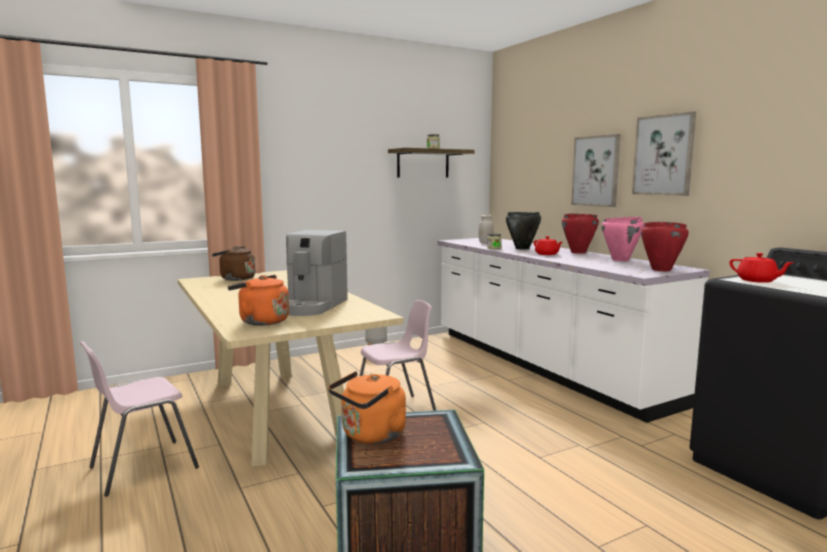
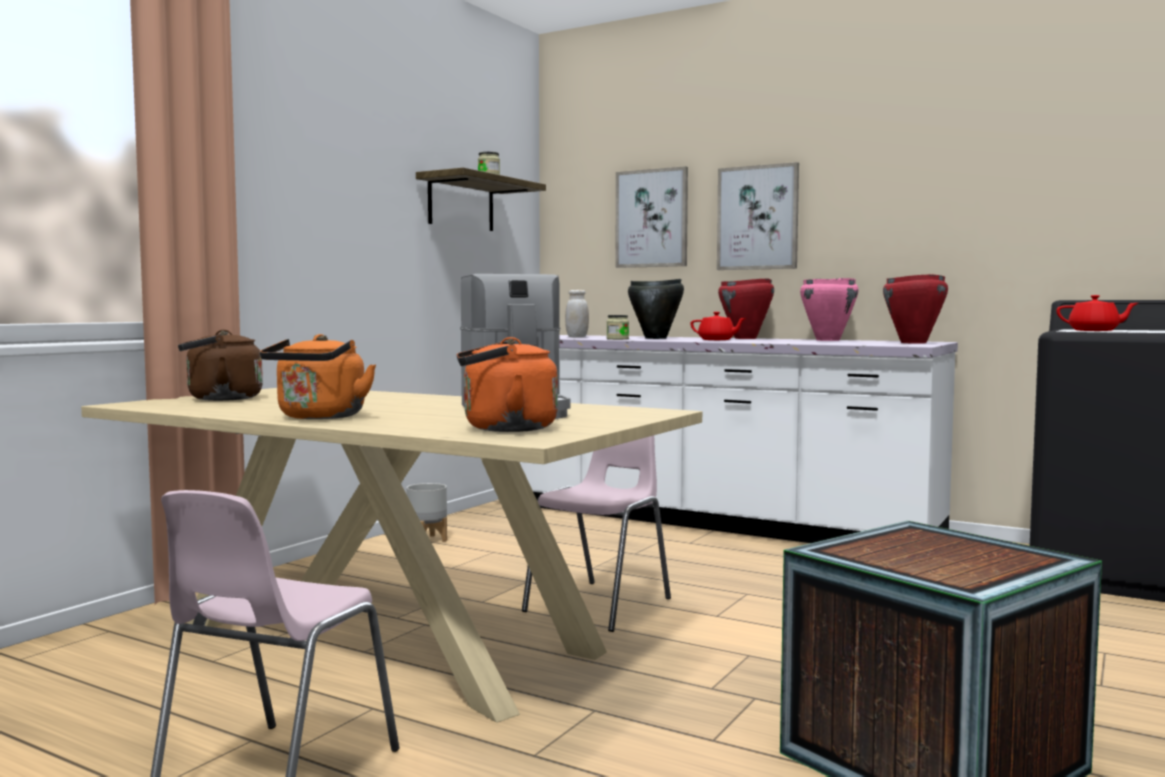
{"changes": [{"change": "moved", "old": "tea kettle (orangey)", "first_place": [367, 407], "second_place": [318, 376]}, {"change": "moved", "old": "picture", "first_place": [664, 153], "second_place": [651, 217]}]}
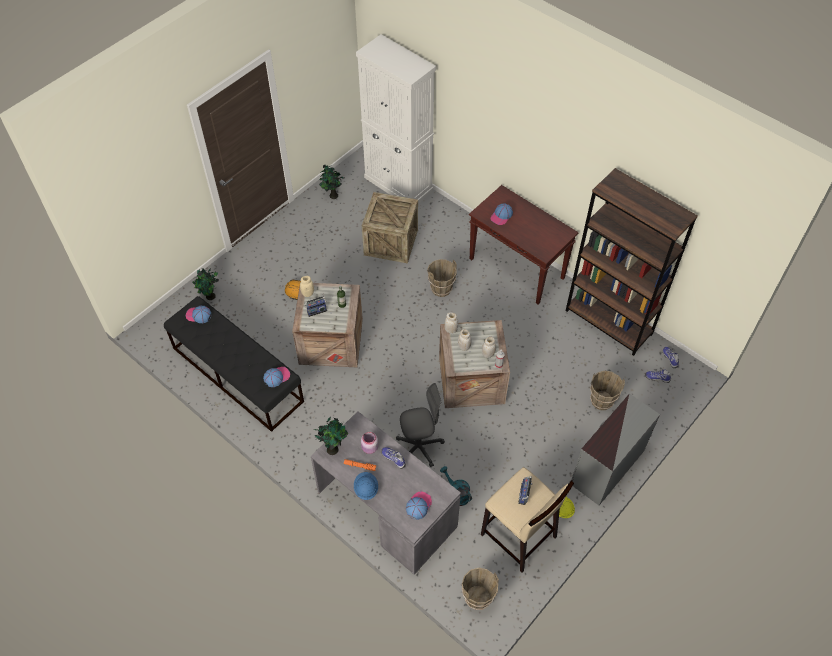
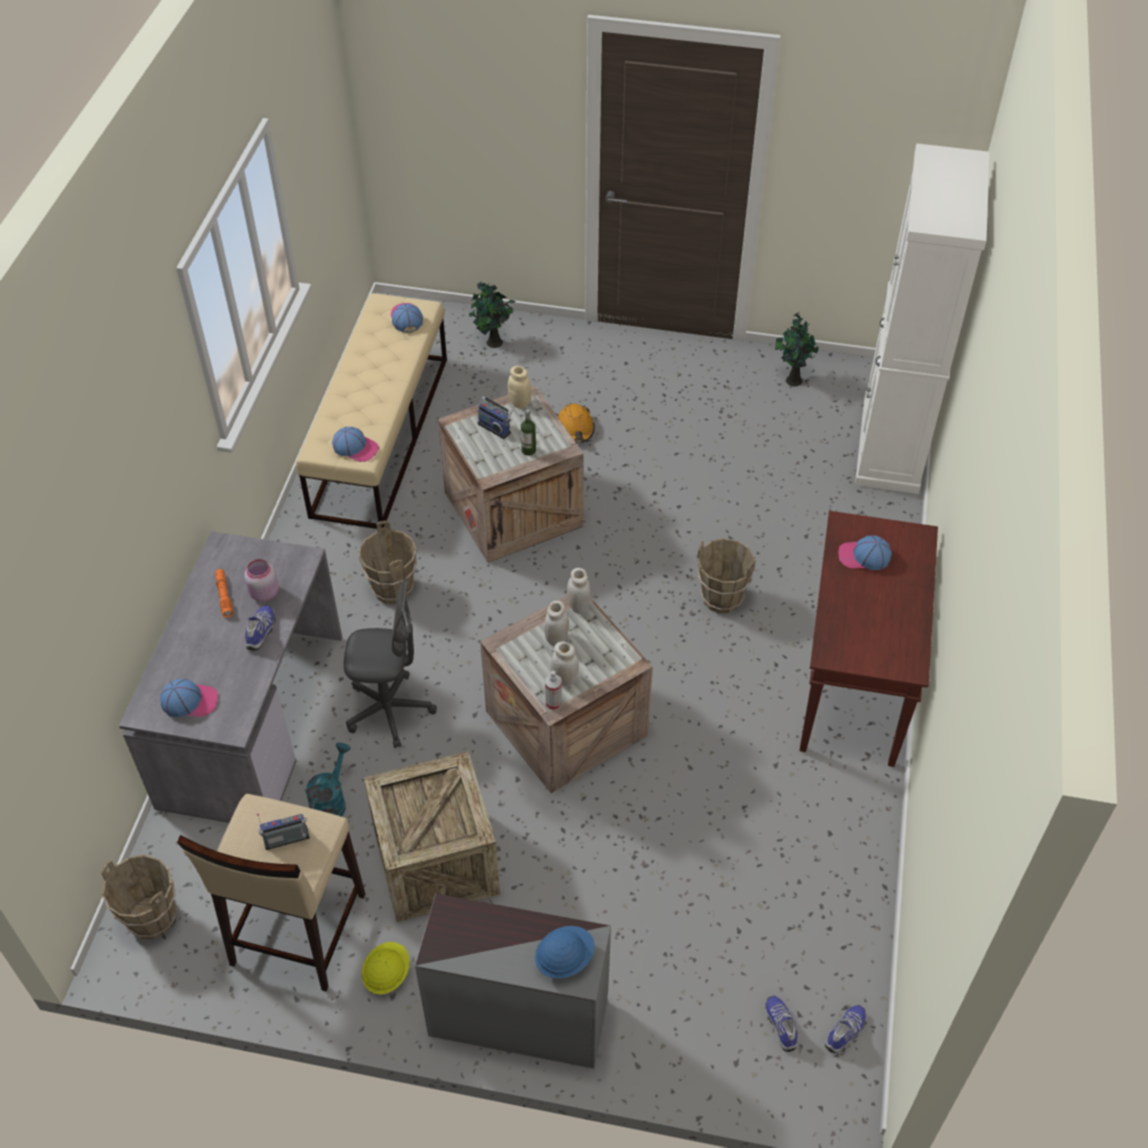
{"changes": [{"change": "removed", "old": "potted plant", "first_place": [331, 436]}, {"change": "removed", "old": "shelving unit (brown-coloured)", "first_place": [632, 262]}, {"change": "moved", "old": "safety helmet (bluish)", "first_place": [366, 486], "second_place": [565, 952]}, {"change": "moved", "old": "shipping crate", "first_place": [390, 228], "second_place": [432, 836]}, {"change": "moved", "old": "pail (brown-coloured)", "first_place": [607, 390], "second_place": [388, 562]}, {"change": "recoloured", "old": "indoor bench (blackish)", "new": "indoor bench (beige-coloured)", "first_place": [234, 364], "second_place": [371, 411]}, {"change": "turned", "old": "desk chair (greyish)", "first_place": [420, 425], "second_place": [390, 663], "degrees": -45}]}
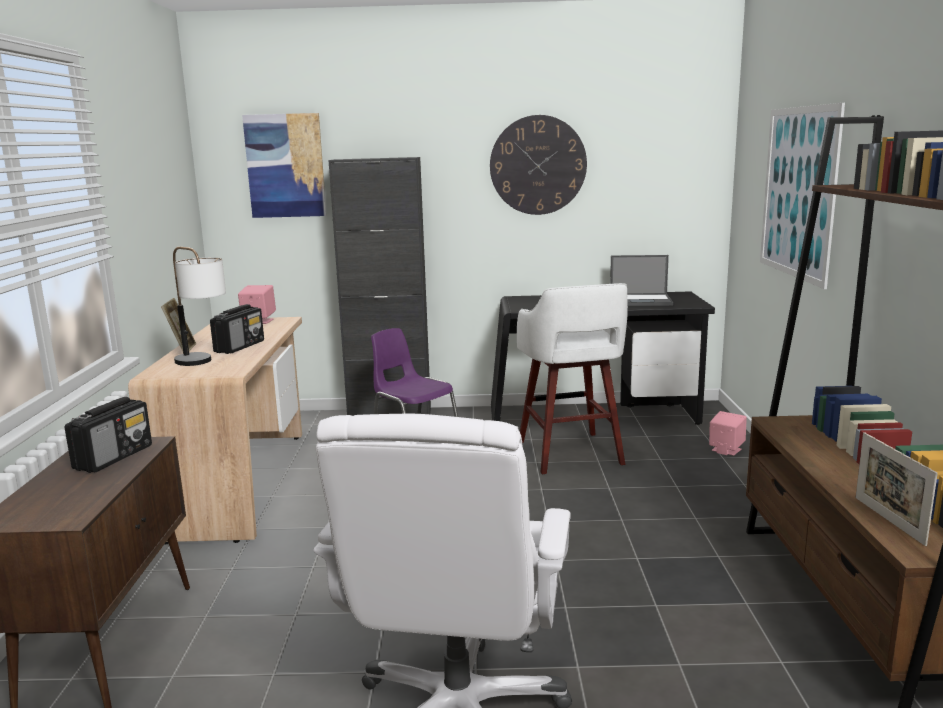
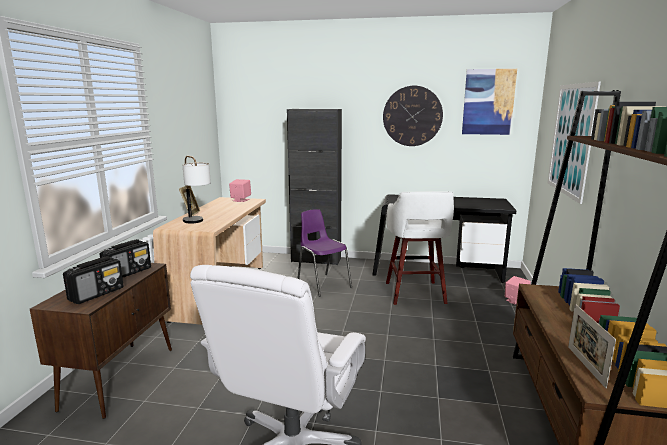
{"changes": [{"change": "removed", "old": "laptop", "first_place": [641, 280]}, {"change": "moved", "old": "radio set", "first_place": [237, 329], "second_place": [93, 280]}, {"change": "moved", "old": "picture", "first_place": [284, 165], "second_place": [489, 102]}]}
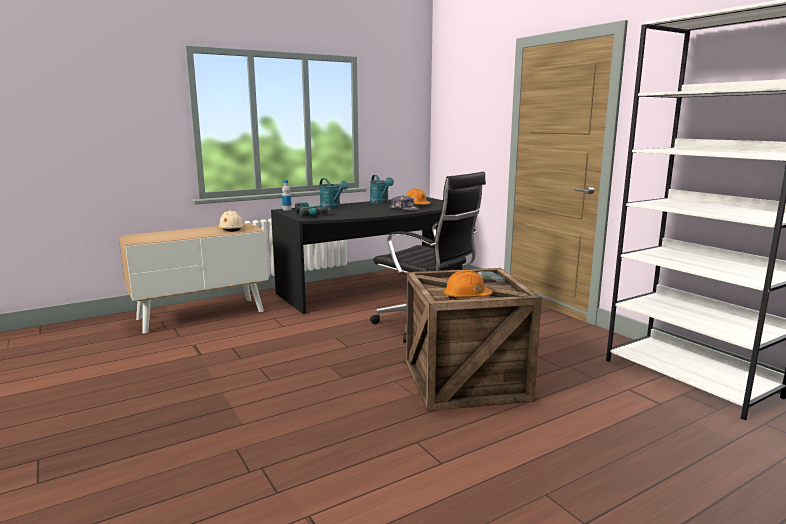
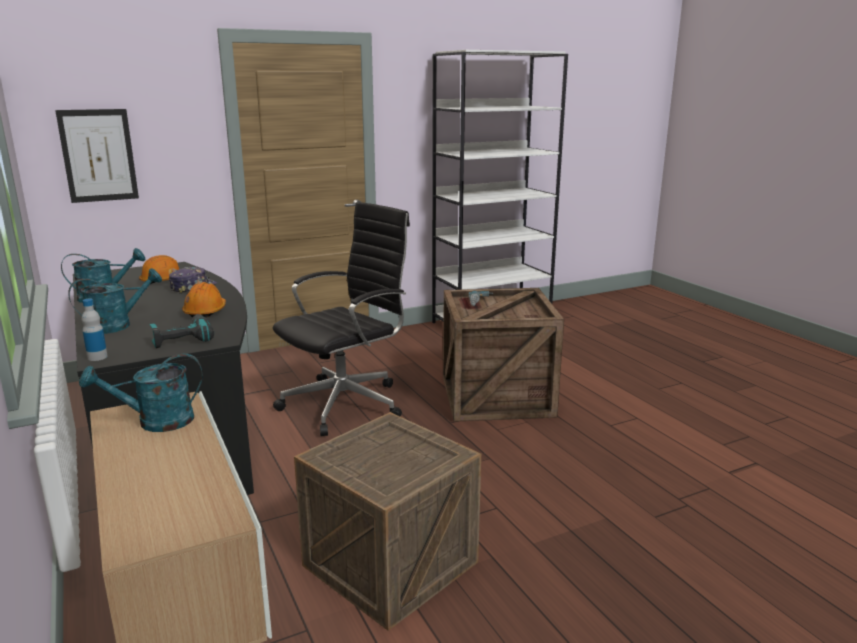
{"changes": [{"change": "added", "new": "picture", "second_place": [97, 156]}, {"change": "added", "new": "shipping crate", "second_place": [387, 521]}, {"change": "moved", "old": "safety helmet (orangey)", "first_place": [468, 284], "second_place": [204, 300]}, {"change": "replaced", "old": "safety helmet (beige-coloured)", "new": "sprinkling can (turquoise)", "first_place": [231, 221], "second_place": [140, 393]}]}
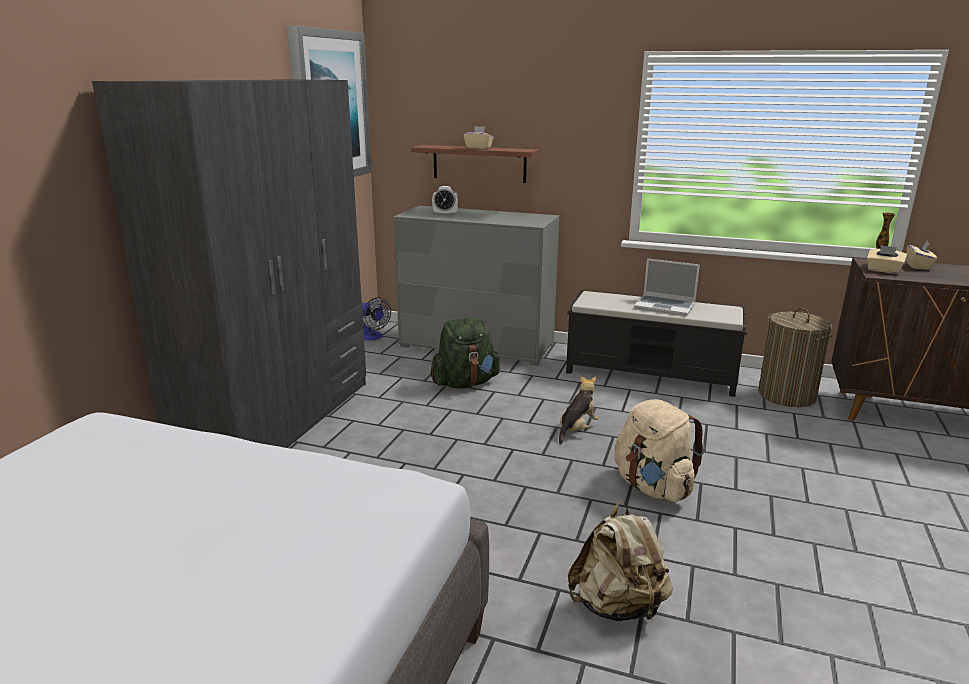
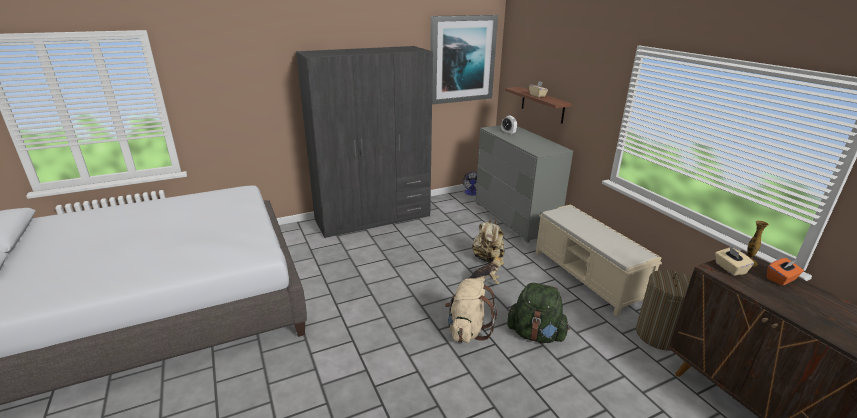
{"changes": [{"change": "removed", "old": "laptop", "first_place": [667, 287]}, {"change": "moved", "old": "knapsack (green-coloured)", "first_place": [465, 353], "second_place": [538, 313]}, {"change": "moved", "old": "knapsack (beige-coloured)", "first_place": [620, 561], "second_place": [488, 241]}, {"change": "recoloured", "old": "indoor bench (blackish)", "new": "indoor bench (beige-coloured)", "first_place": [656, 343], "second_place": [599, 261]}, {"change": "recoloured", "old": "tissue holder (beige-coloured)", "new": "tissue holder (orangey)", "first_place": [921, 255], "second_place": [785, 272]}]}
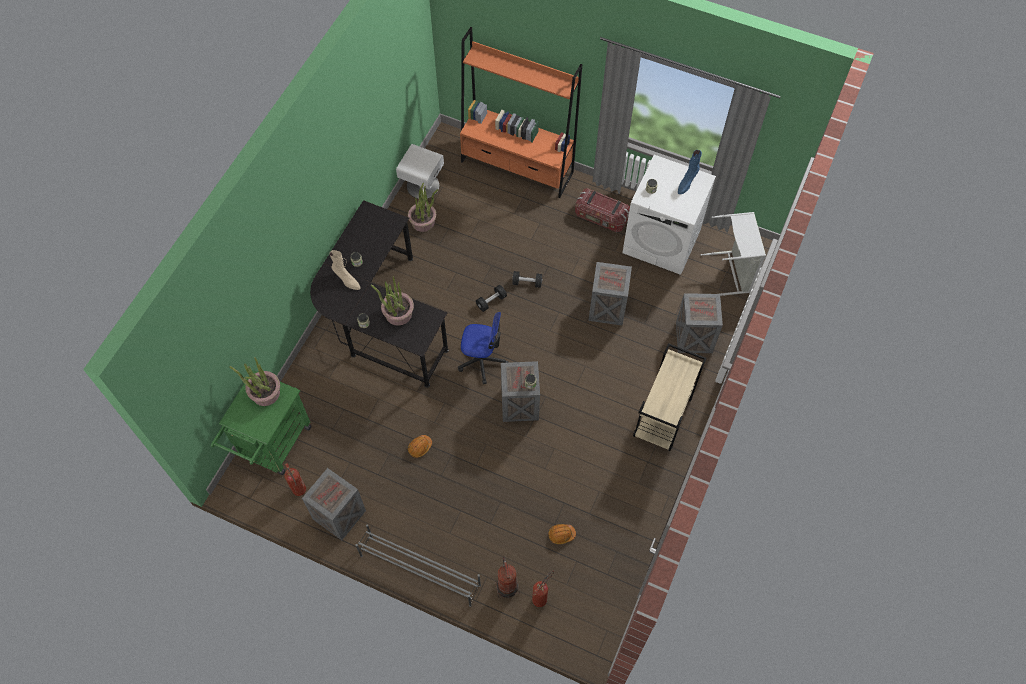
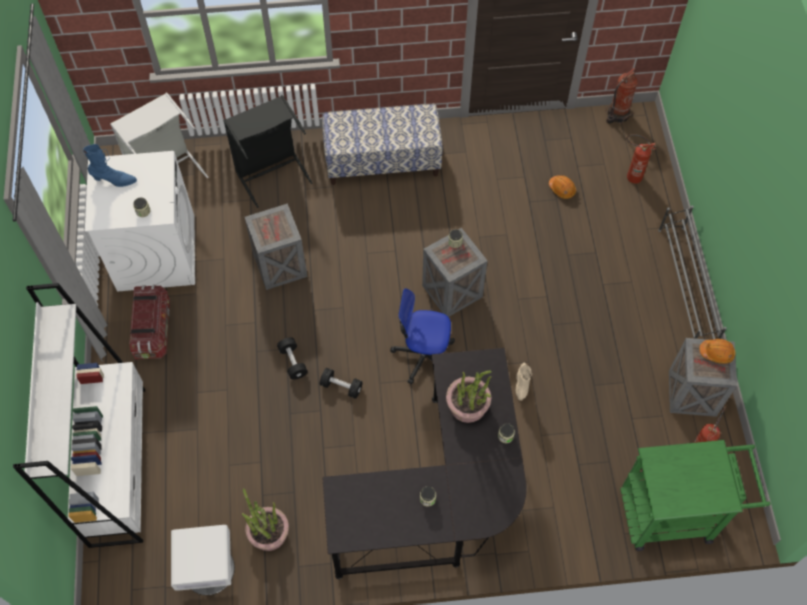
{"changes": [{"change": "removed", "old": "potted plant", "first_place": [254, 381]}, {"change": "moved", "old": "tall boot (beige-coloured)", "first_place": [345, 270], "second_place": [524, 382]}, {"change": "moved", "old": "safety helmet (orangey)", "first_place": [420, 446], "second_place": [717, 351]}, {"change": "moved", "old": "fire extinguisher", "first_place": [507, 577], "second_place": [622, 96]}, {"change": "replaced", "old": "wheeled cart (beige-coloured)", "new": "indoor bench", "first_place": [670, 397], "second_place": [382, 144]}, {"change": "replaced", "old": "shipping crate", "new": "hamper (blackish)", "first_place": [699, 323], "second_place": [268, 151]}, {"change": "recoloured", "old": "shelving unit (orangey)", "new": "shelving unit (white-coloured)", "first_place": [521, 112], "second_place": [79, 415]}, {"change": "turned", "old": "desk chair", "first_place": [483, 348], "second_place": [422, 336], "degrees": -60}]}
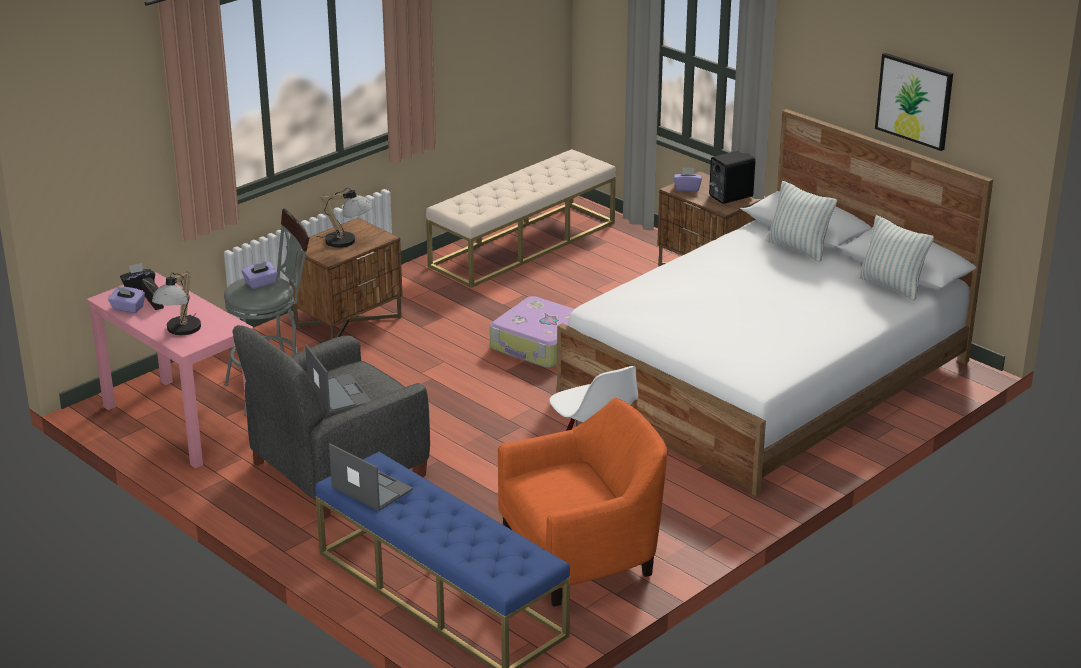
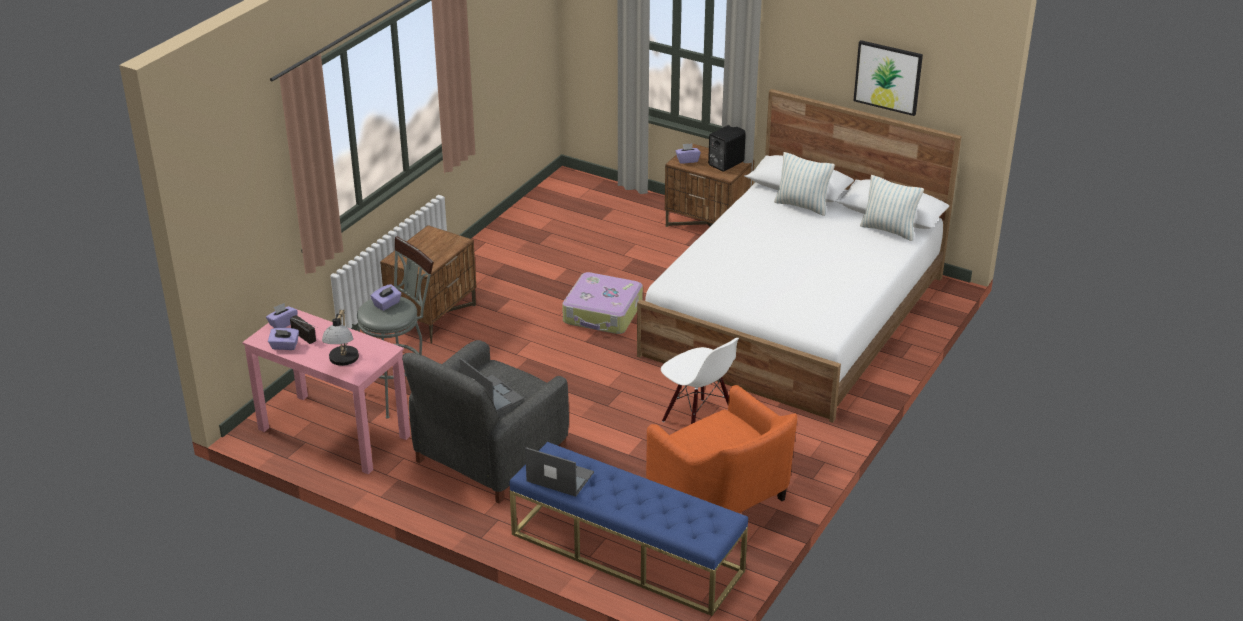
{"changes": [{"change": "removed", "old": "tabletop lamp", "first_place": [345, 218]}, {"change": "removed", "old": "indoor bench (beige-coloured)", "first_place": [521, 218]}, {"change": "recoloured", "old": "tissue holder (blackish)", "new": "tissue holder (purplish)", "first_place": [137, 276], "second_place": [282, 315]}, {"change": "turned", "old": "armchair (orangey)", "first_place": [582, 502], "second_place": [721, 449], "degrees": 90}]}
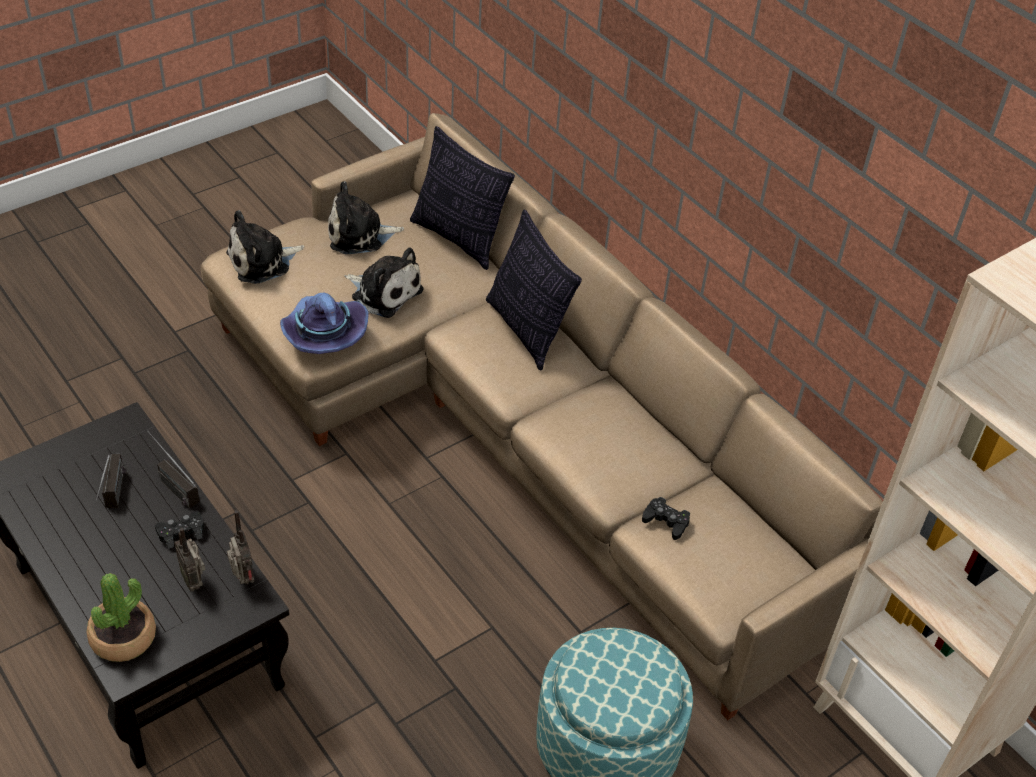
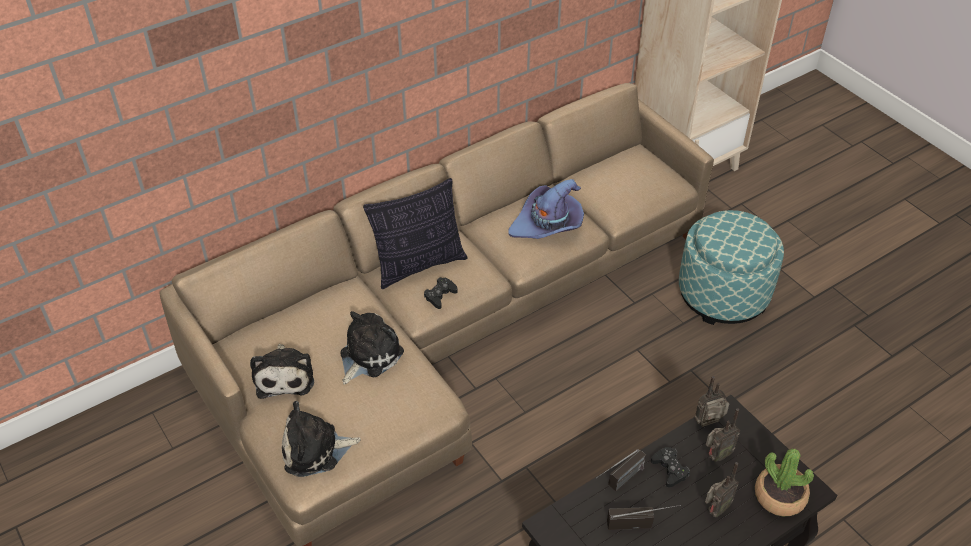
{"changes": [{"change": "removed", "old": "cushion", "first_place": [462, 198]}, {"change": "added", "new": "radio set", "second_place": [722, 489]}, {"change": "moved", "old": "clothing hat (purplish)", "first_place": [324, 323], "second_place": [546, 209]}, {"change": "moved", "old": "joypad (blackish)", "first_place": [666, 518], "second_place": [441, 293]}, {"change": "turned", "old": "plush toy", "first_place": [265, 247], "second_place": [321, 439], "degrees": 105}]}
